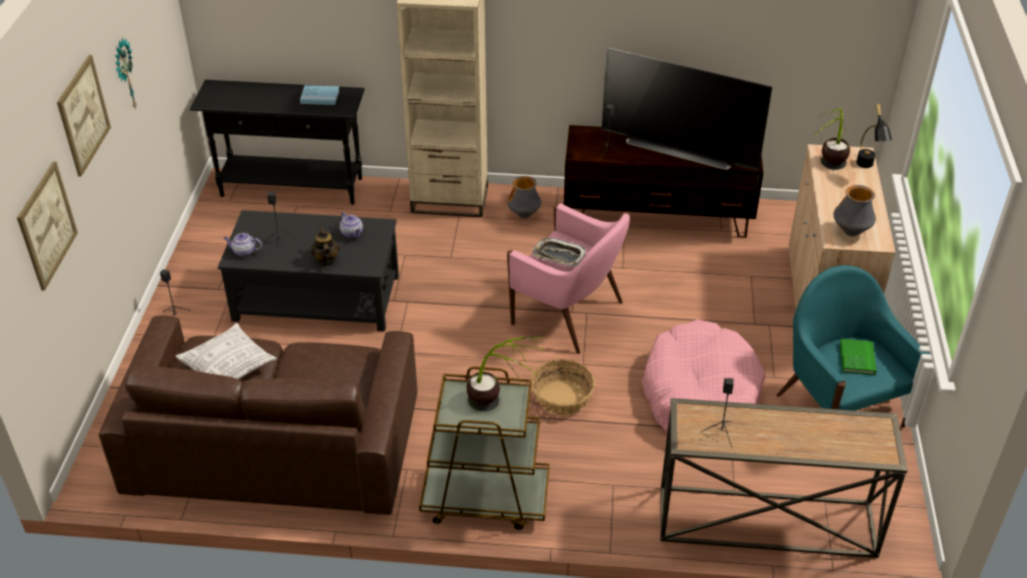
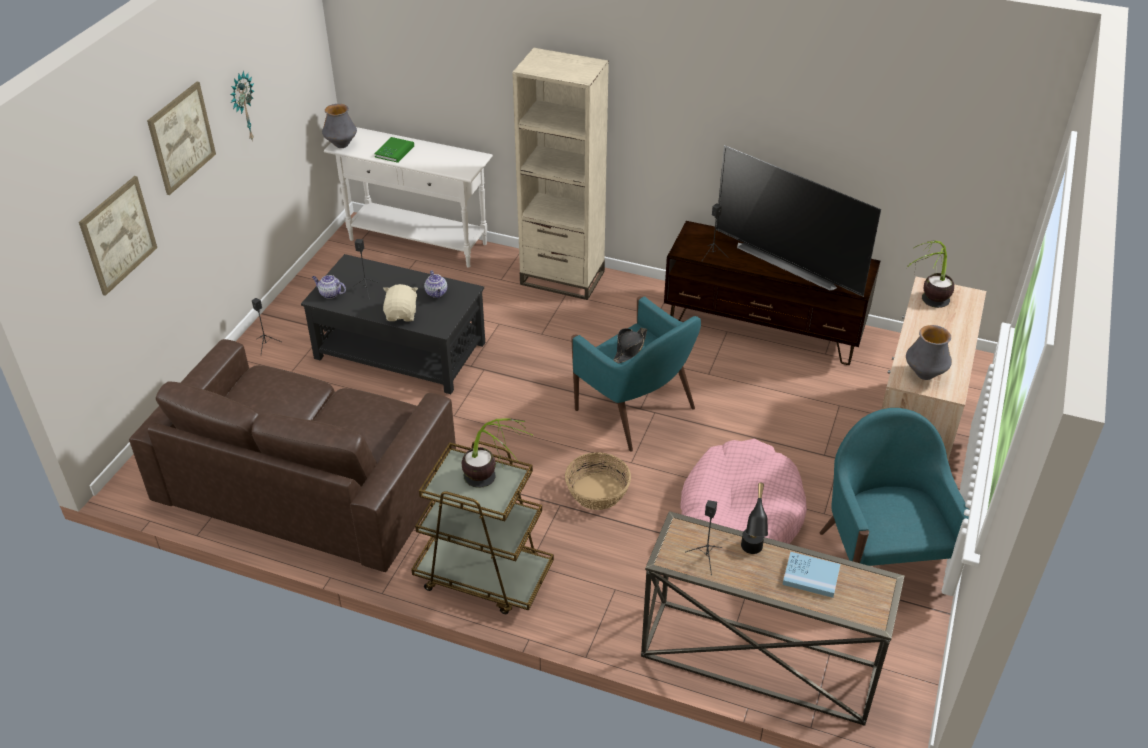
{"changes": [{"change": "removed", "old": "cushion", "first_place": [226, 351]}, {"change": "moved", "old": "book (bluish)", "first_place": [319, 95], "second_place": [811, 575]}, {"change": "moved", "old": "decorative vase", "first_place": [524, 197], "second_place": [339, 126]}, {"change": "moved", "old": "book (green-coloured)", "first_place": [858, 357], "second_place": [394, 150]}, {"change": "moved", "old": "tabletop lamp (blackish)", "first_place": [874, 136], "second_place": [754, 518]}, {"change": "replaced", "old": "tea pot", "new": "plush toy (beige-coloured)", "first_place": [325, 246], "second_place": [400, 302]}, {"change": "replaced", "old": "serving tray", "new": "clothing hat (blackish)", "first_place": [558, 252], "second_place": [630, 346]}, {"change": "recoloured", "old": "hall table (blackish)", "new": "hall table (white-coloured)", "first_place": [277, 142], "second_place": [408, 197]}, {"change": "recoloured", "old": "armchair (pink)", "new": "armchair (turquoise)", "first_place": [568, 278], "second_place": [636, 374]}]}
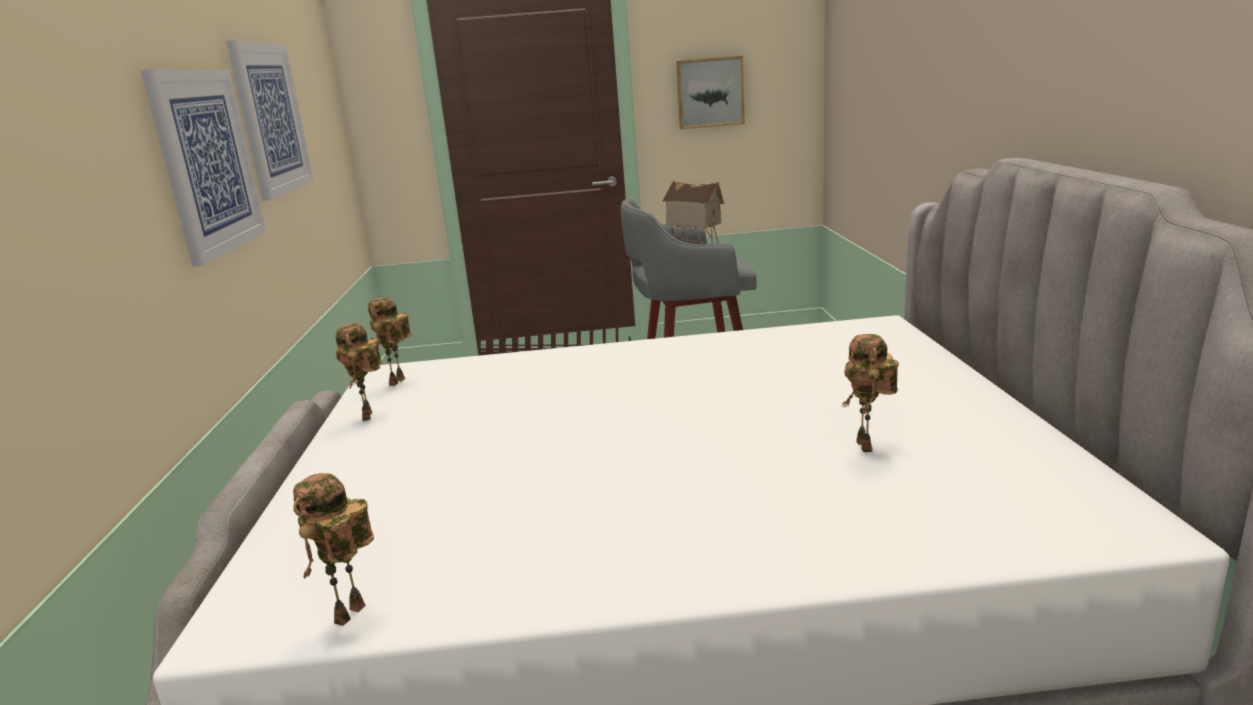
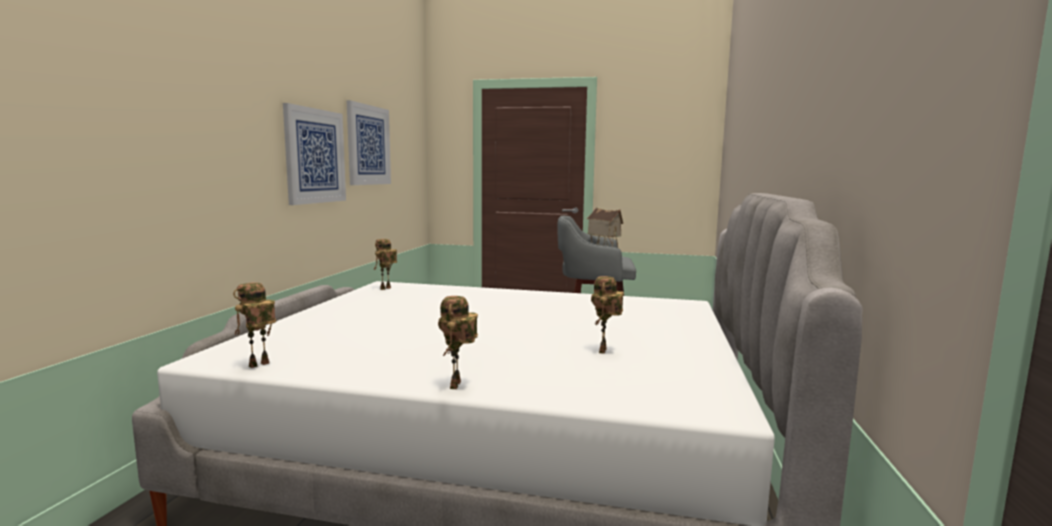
{"changes": [{"change": "removed", "old": "picture", "first_place": [710, 92]}, {"change": "moved", "old": "toy robot", "first_place": [358, 372], "second_place": [458, 342]}]}
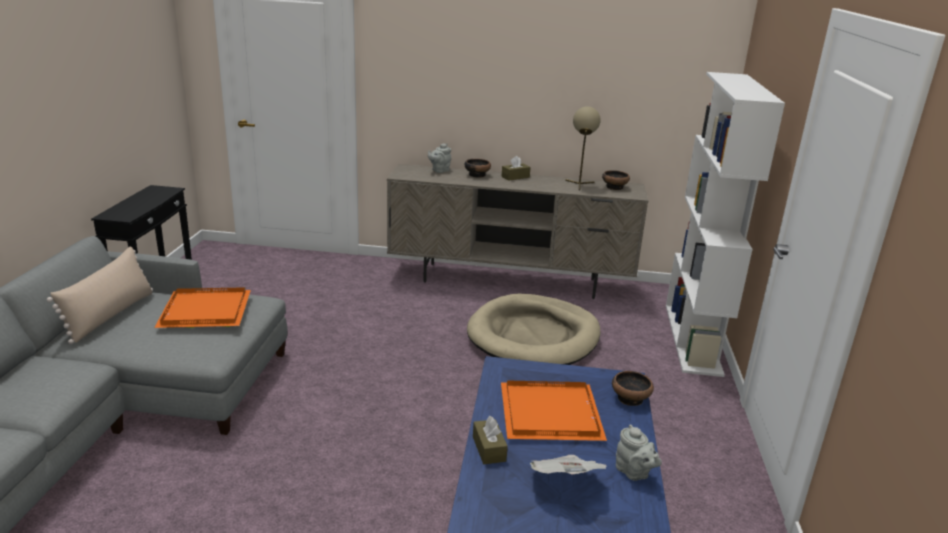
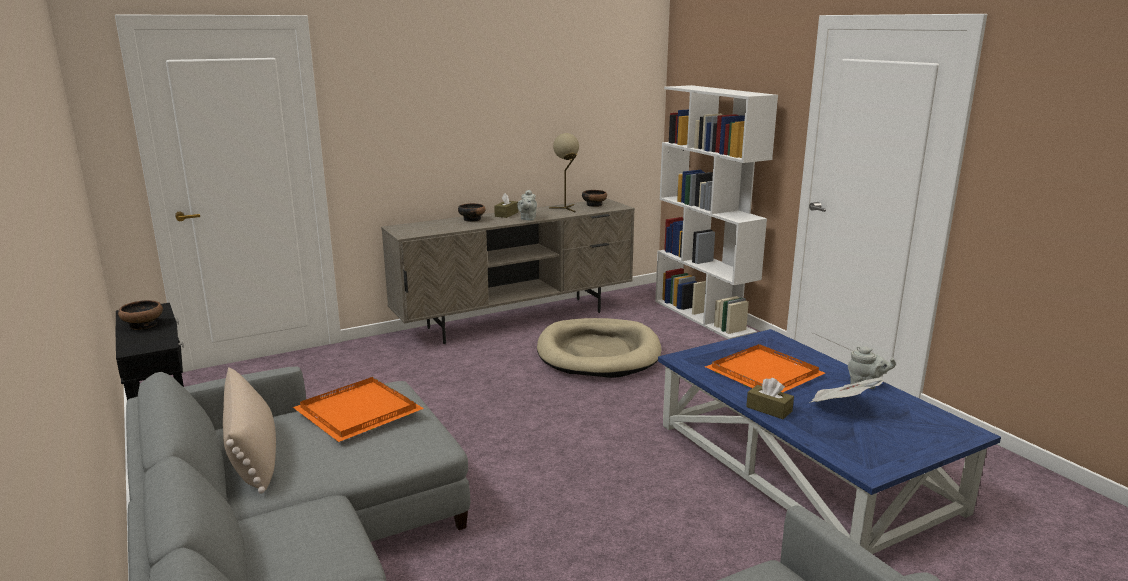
{"changes": [{"change": "moved", "old": "tea pot (greyish)", "first_place": [439, 158], "second_place": [527, 205]}, {"change": "moved", "old": "bowl", "first_place": [633, 388], "second_place": [140, 315]}]}
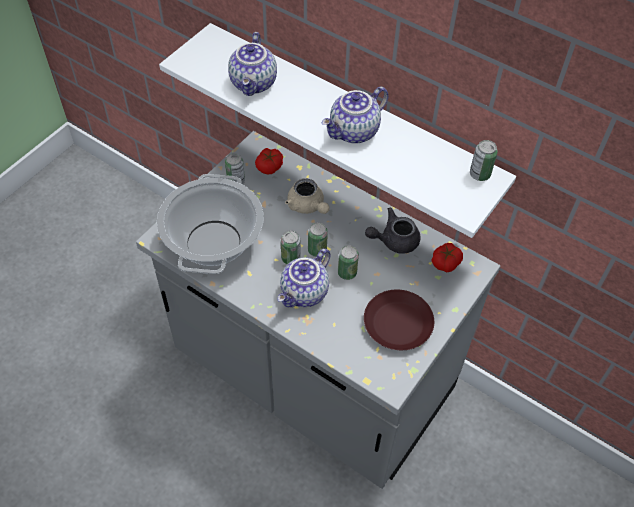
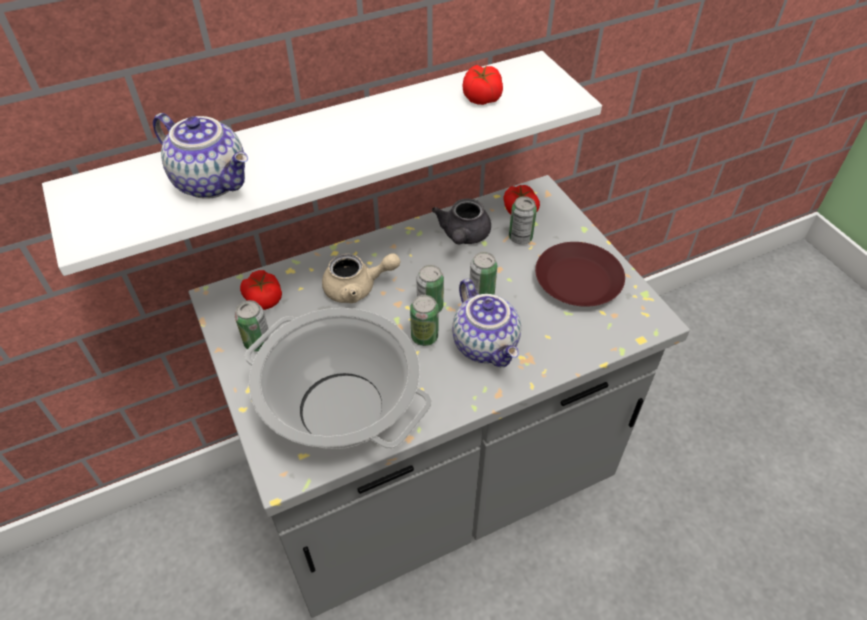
{"changes": [{"change": "removed", "old": "tea pot", "first_place": [355, 115]}, {"change": "added", "new": "whole tomato", "second_place": [482, 85]}, {"change": "moved", "old": "sealed can", "first_place": [484, 160], "second_place": [523, 220]}]}
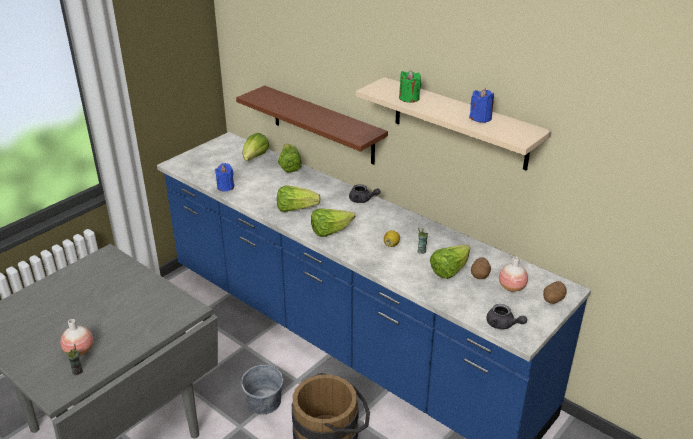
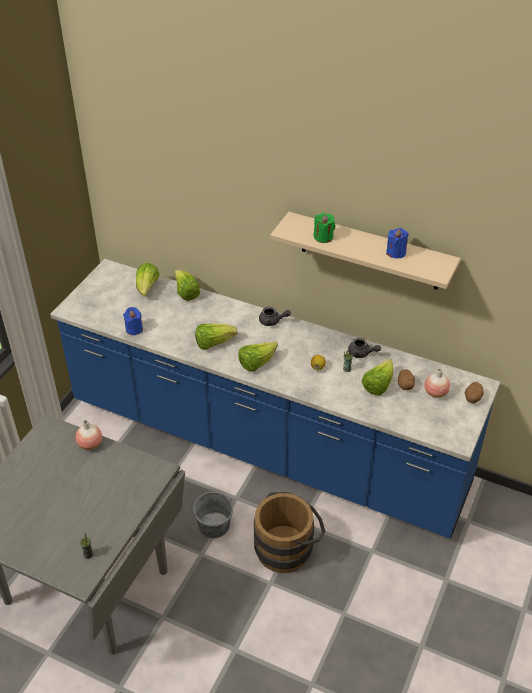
{"changes": [{"change": "removed", "old": "shelf (brown-coloured)", "first_place": [312, 125]}, {"change": "moved", "old": "decorative vase", "first_place": [77, 337], "second_place": [89, 435]}, {"change": "moved", "old": "tea pot (greyish)", "first_place": [506, 317], "second_place": [364, 348]}]}
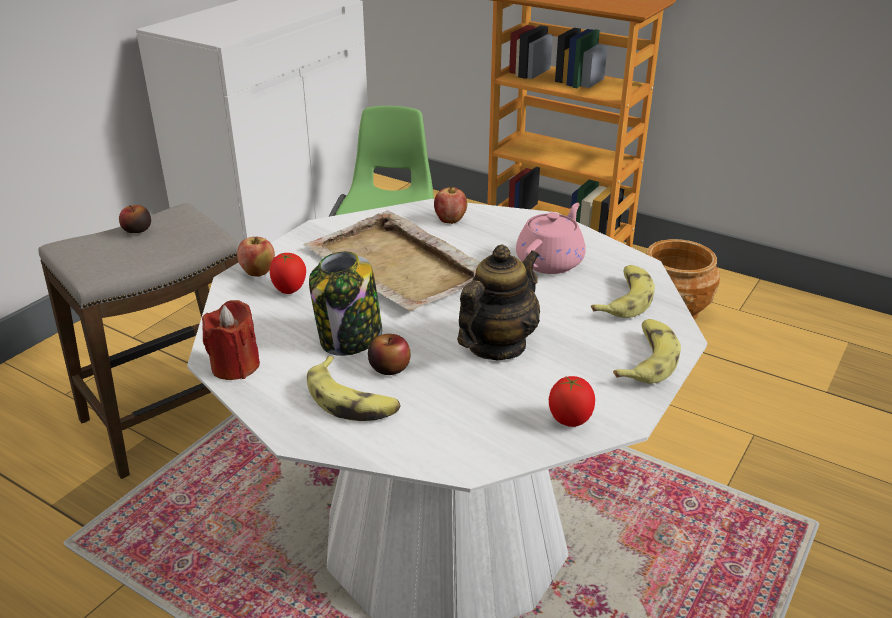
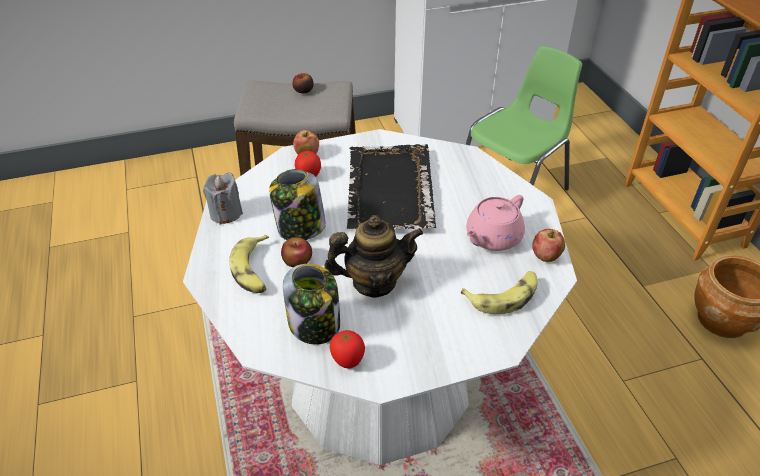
{"changes": [{"change": "removed", "old": "banana fruit", "first_place": [647, 351]}, {"change": "added", "new": "preserve jar", "second_place": [311, 304]}, {"change": "moved", "old": "whole apple", "first_place": [450, 205], "second_place": [548, 245]}, {"change": "recoloured", "old": "wax candle (red)", "new": "wax candle (greyish)", "first_place": [231, 340], "second_place": [223, 198]}, {"change": "recoloured", "old": "serving tray (beige-coloured)", "new": "serving tray (blackish)", "first_place": [391, 261], "second_place": [391, 186]}, {"change": "turned", "old": "tea pot (pink)", "first_place": [551, 238], "second_place": [495, 223], "degrees": 150}]}
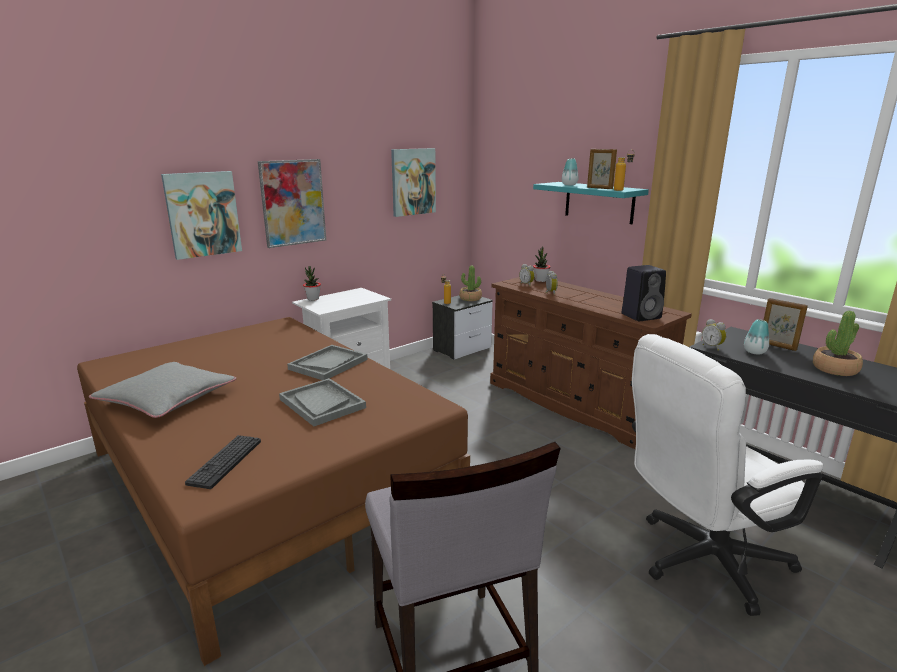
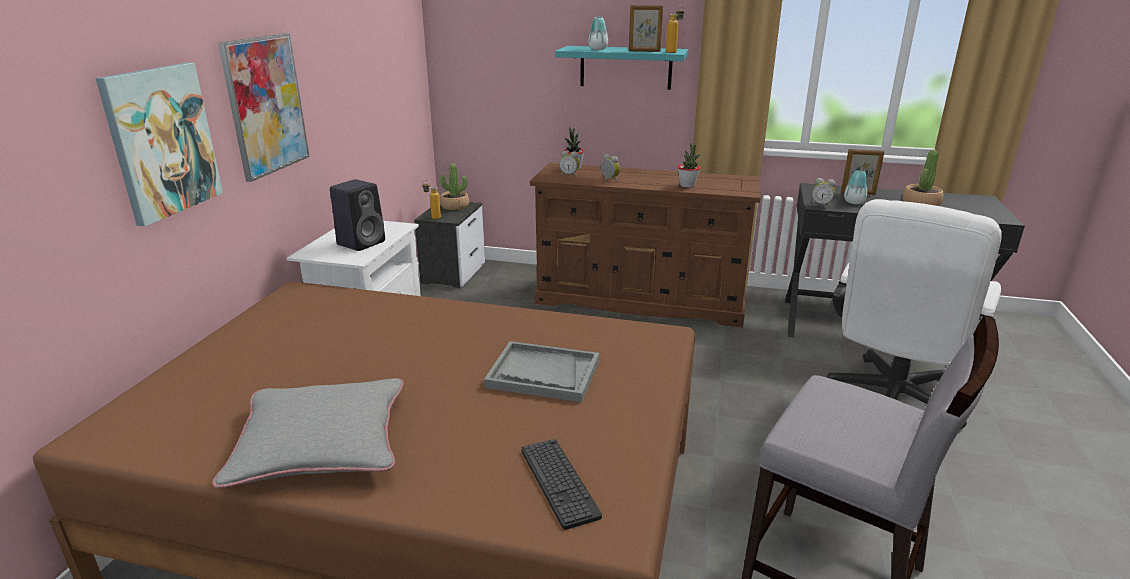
{"changes": [{"change": "removed", "old": "serving tray (greyish)", "first_place": [327, 362]}, {"change": "removed", "old": "picture", "first_place": [413, 182]}, {"change": "moved", "old": "potted plant", "first_place": [312, 283], "second_place": [689, 165]}, {"change": "moved", "old": "audio speaker (blackish)", "first_place": [644, 293], "second_place": [357, 215]}]}
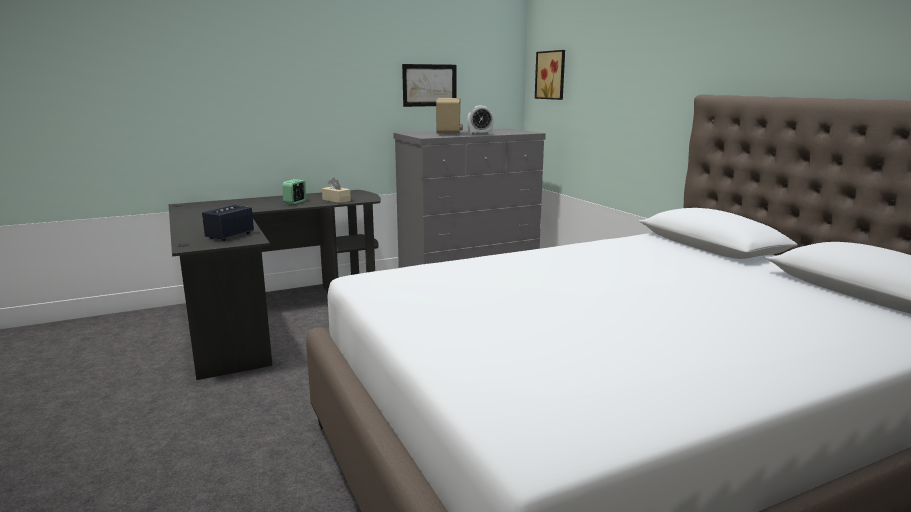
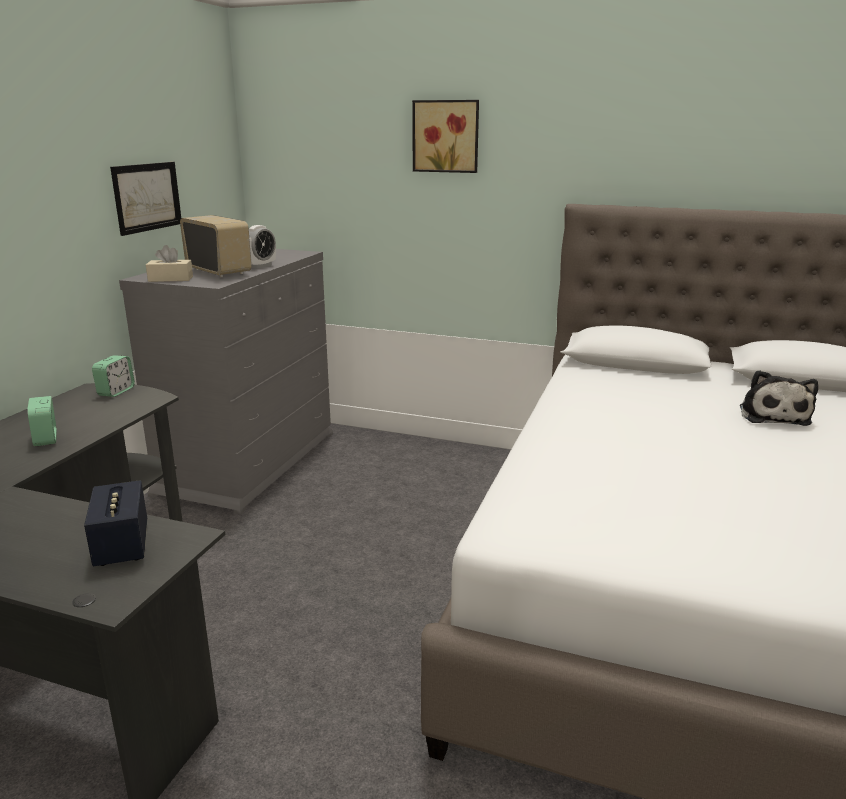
{"changes": [{"change": "added", "new": "bedside clock", "second_place": [113, 376]}, {"change": "added", "new": "plush toy", "second_place": [779, 398]}, {"change": "moved", "old": "tissue holder (beige-coloured)", "first_place": [336, 190], "second_place": [169, 263]}, {"change": "moved", "old": "picture", "first_place": [550, 75], "second_place": [445, 136]}]}
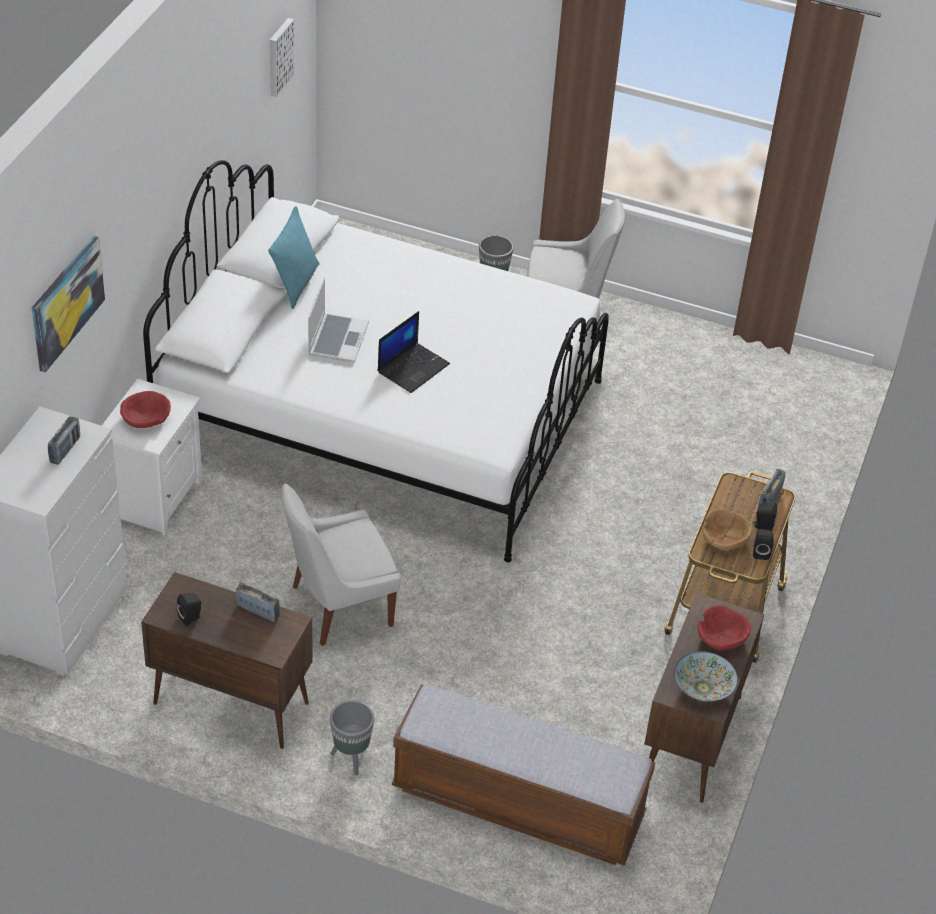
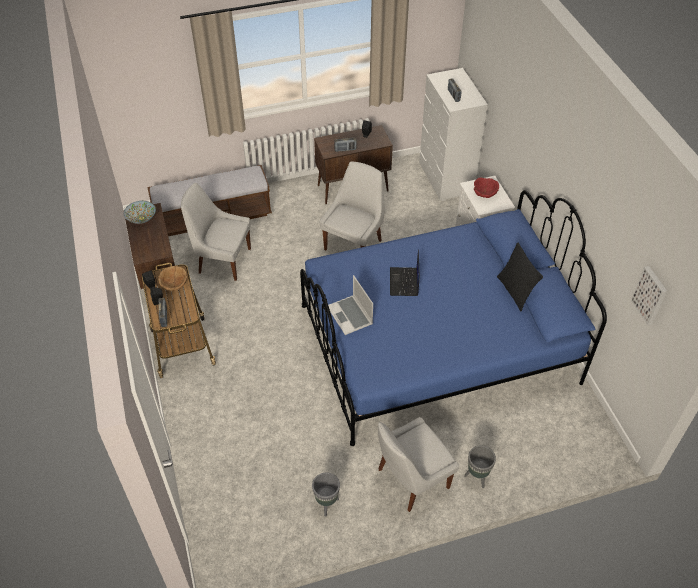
{"changes": [{"change": "removed", "old": "picture", "first_place": [68, 304]}, {"change": "removed", "old": "bowl (red)", "first_place": [724, 628]}, {"change": "added", "new": "upright chair (white-coloured)", "second_place": [216, 232]}, {"change": "moved", "old": "laptop", "first_place": [338, 320], "second_place": [350, 305]}, {"change": "moved", "old": "planter (greyish)", "first_place": [352, 737], "second_place": [326, 495]}, {"change": "recoloured", "old": "sleeping bed (white-coloured)", "new": "sleeping bed (bluish)", "first_place": [376, 361], "second_place": [453, 318]}, {"change": "recoloured", "old": "cushion (turquoise)", "new": "cushion (blackish)", "first_place": [293, 257], "second_place": [520, 277]}]}
